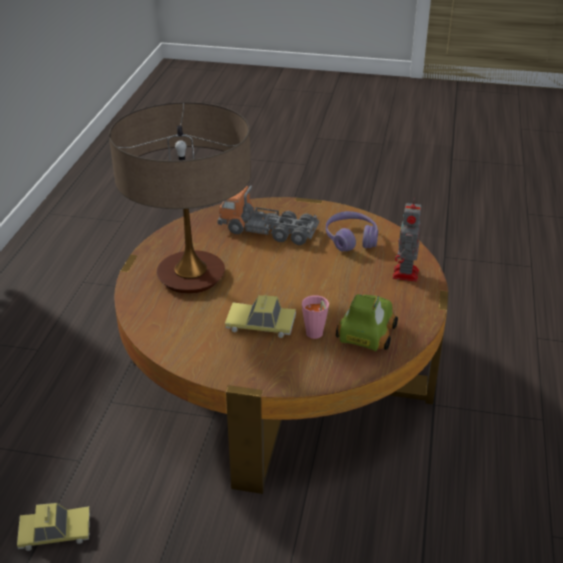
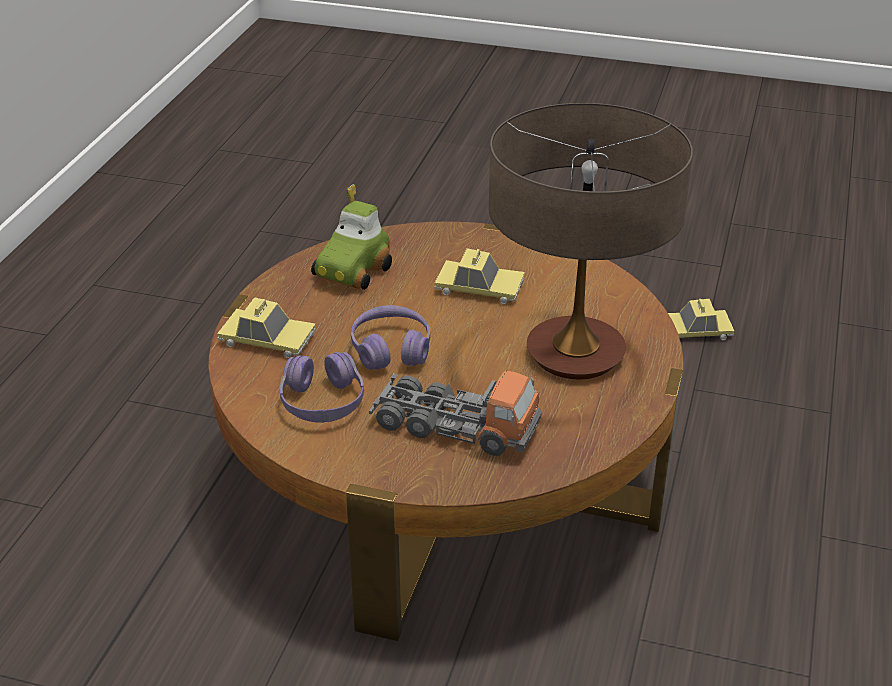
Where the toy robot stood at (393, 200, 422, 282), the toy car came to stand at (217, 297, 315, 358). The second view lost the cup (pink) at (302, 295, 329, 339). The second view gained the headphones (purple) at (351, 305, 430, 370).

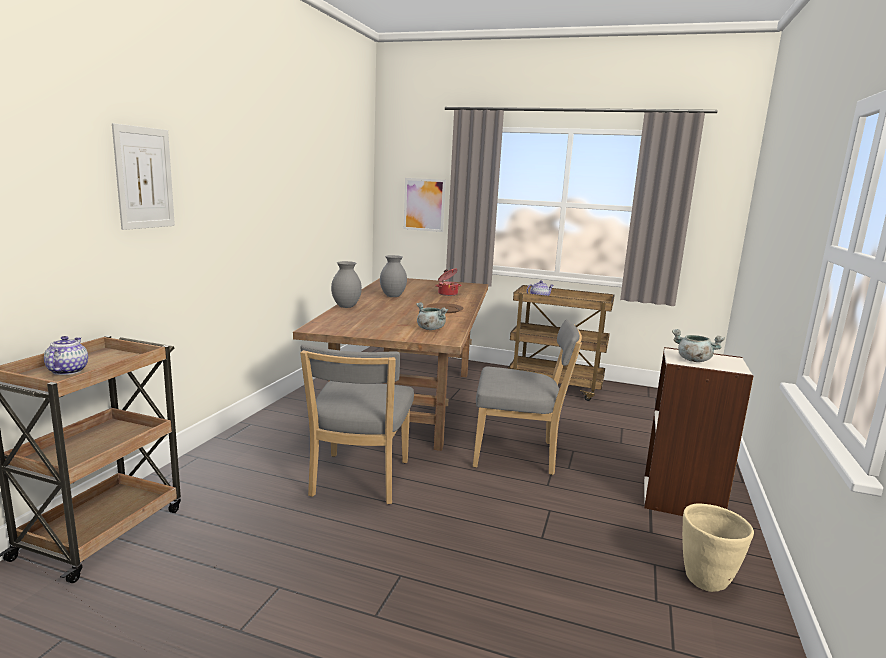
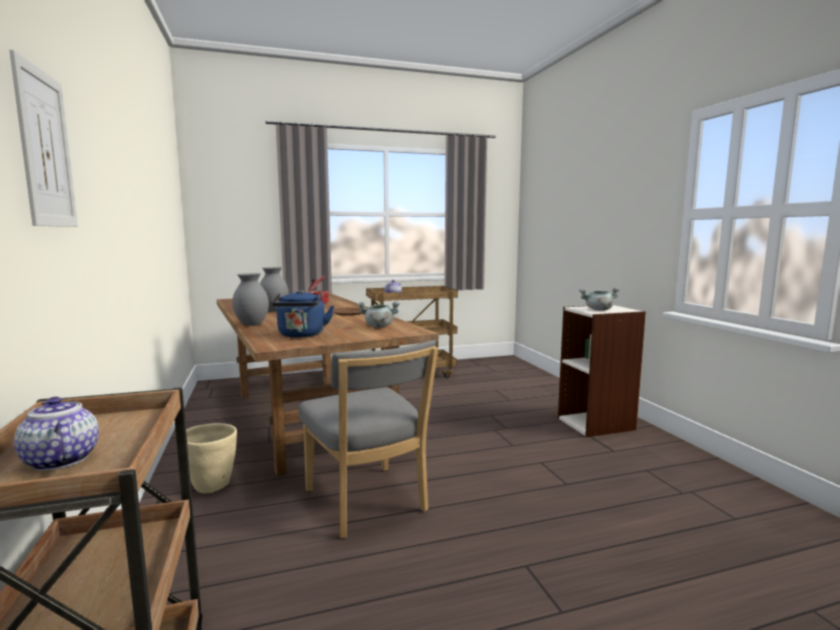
The second view lost the picture at (404, 178, 446, 232). The second view lost the chair (grey) at (473, 319, 582, 475). The planter (beige) ended up elsewhere, having gone from (682, 503, 754, 592) to (186, 423, 237, 493). The second view gained the kettle (blue) at (271, 290, 334, 337).

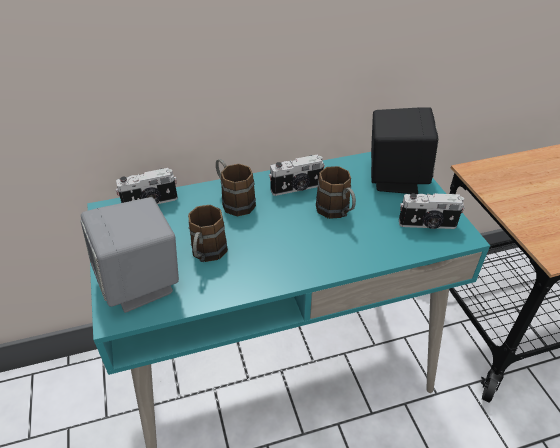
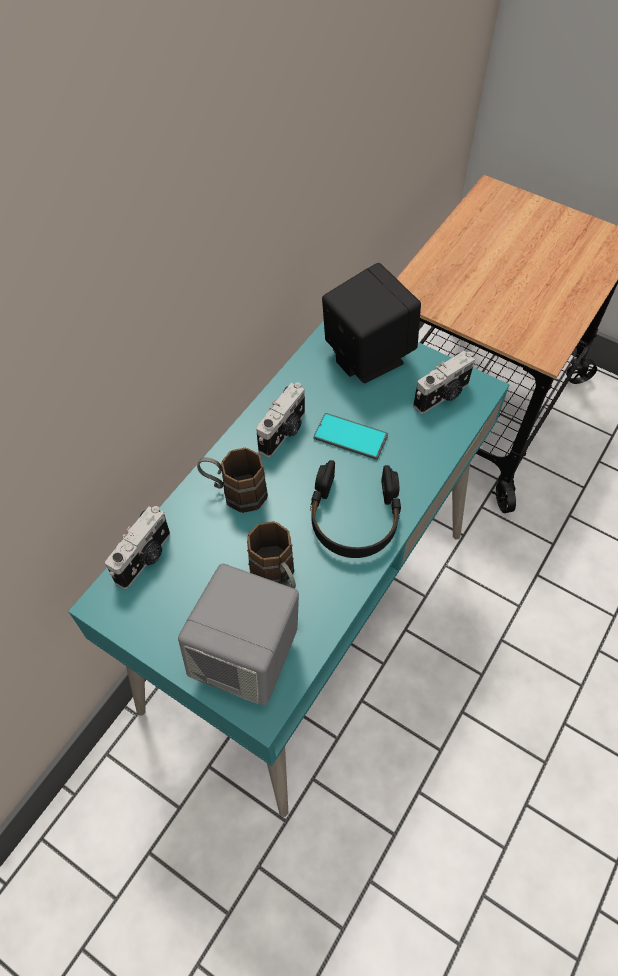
Where the mug (brown) stood at (316, 166, 356, 219), the phone came to stand at (314, 413, 388, 460). The second view gained the headphones (black) at (310, 460, 401, 558).

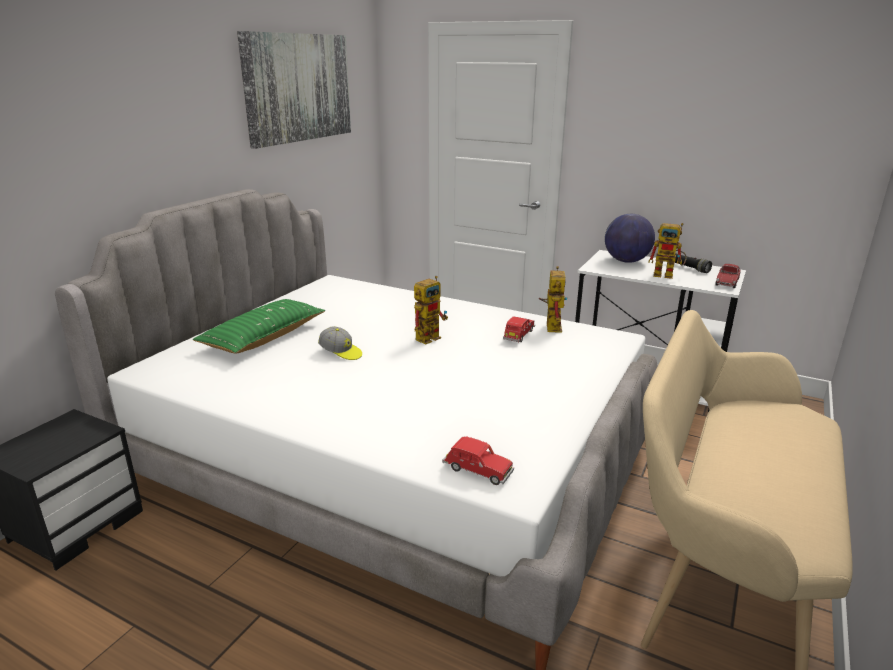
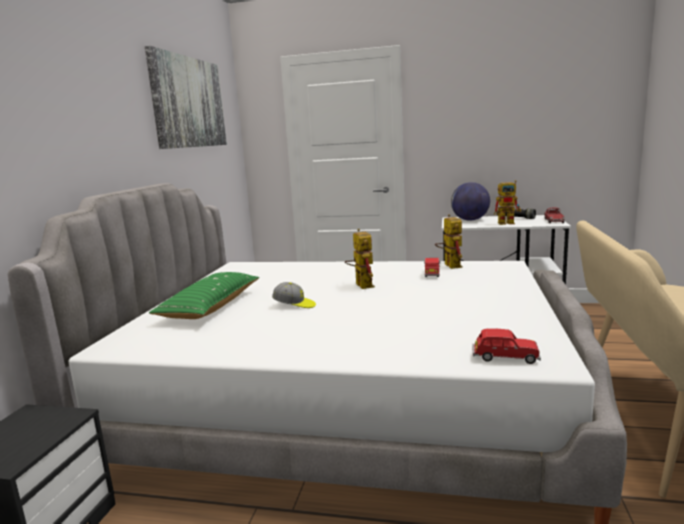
The toy robot at (414, 276, 448, 344) ended up facing another way, 45 degrees counterclockwise from before.

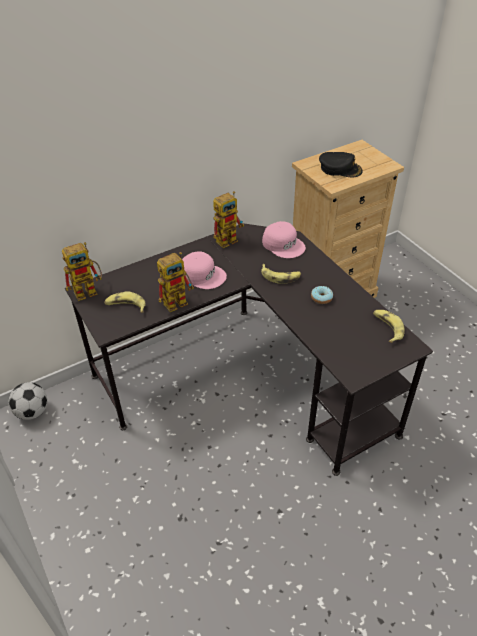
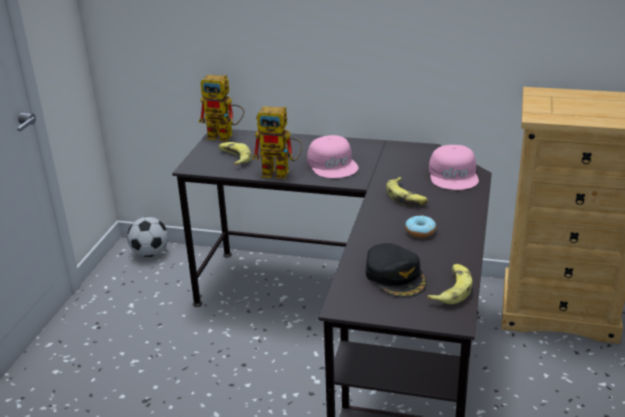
The cap (black) ended up elsewhere, having gone from (319, 152, 363, 177) to (366, 243, 427, 298). The second view lost the toy robot at (213, 191, 244, 248).

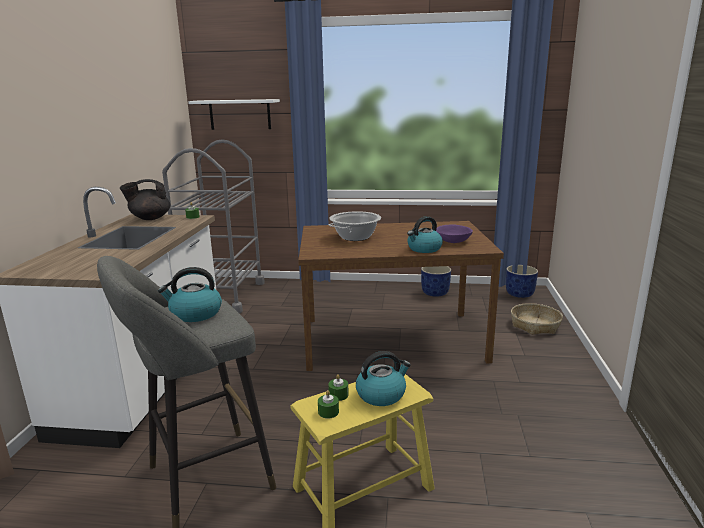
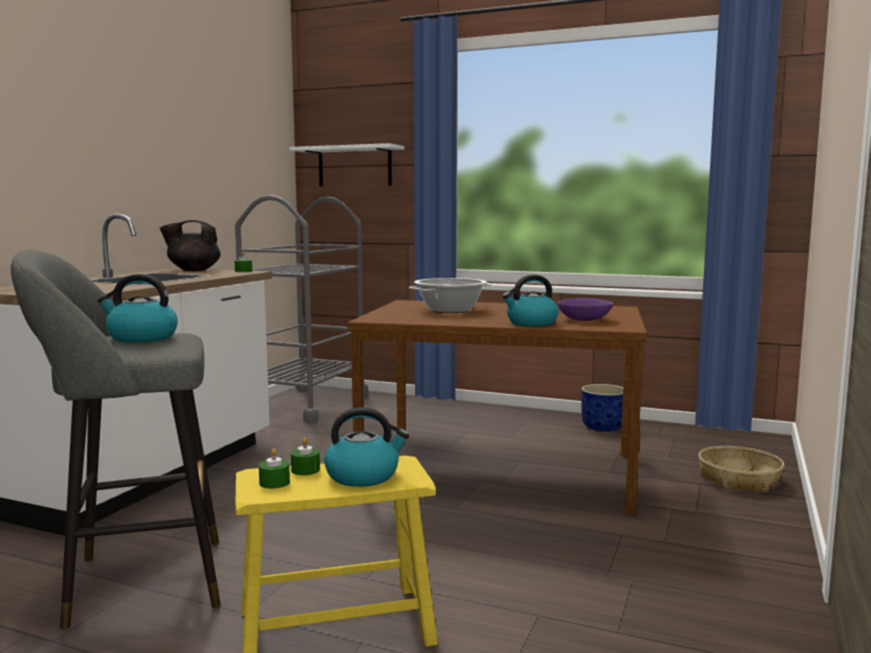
The second view lost the planter (blue) at (506, 265, 538, 298).

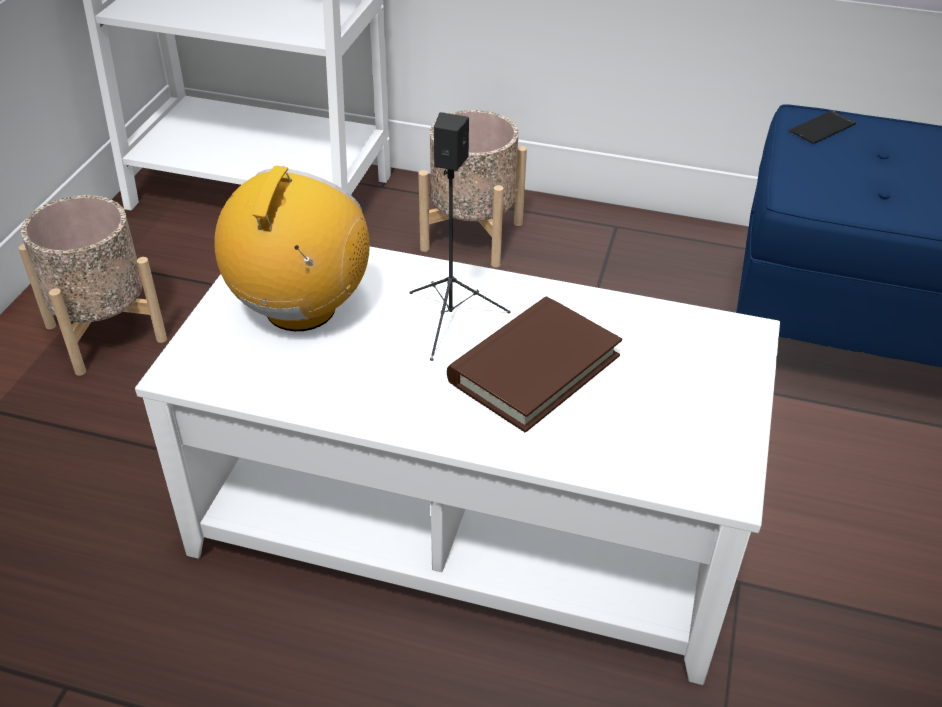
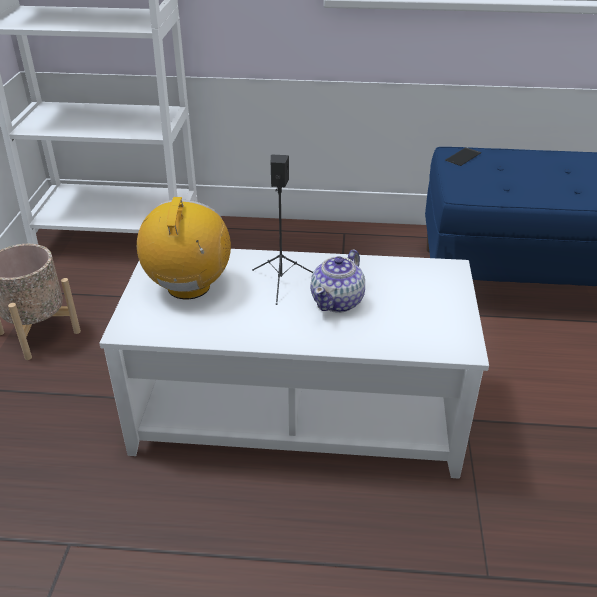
The second view lost the planter (beige) at (418, 110, 527, 267). Where the book (brown) stood at (447, 296, 622, 433), the teapot came to stand at (310, 249, 365, 313).

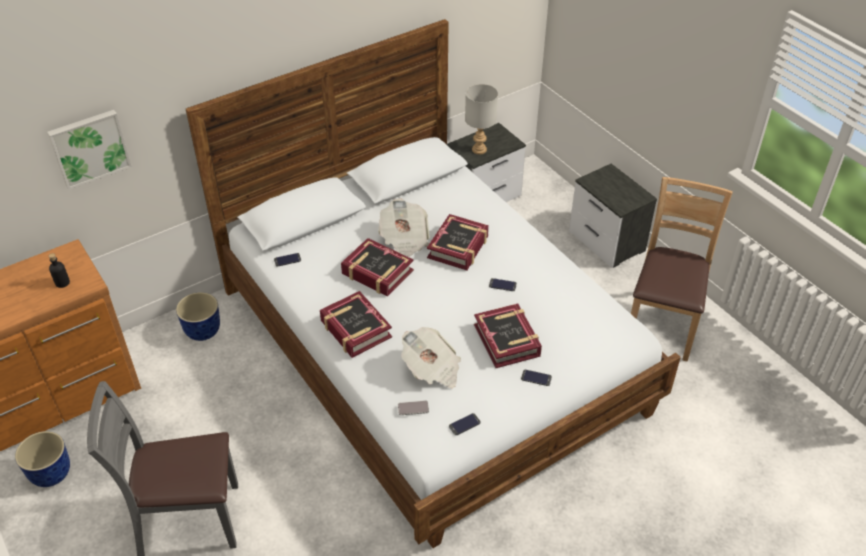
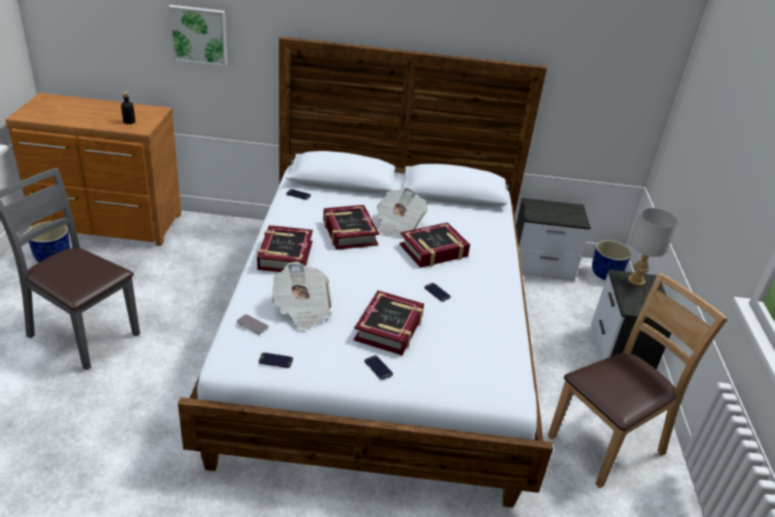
The table lamp (grey) ended up elsewhere, having gone from (465, 84, 498, 155) to (628, 208, 678, 286). The planter ended up elsewhere, having gone from (176, 292, 220, 341) to (592, 240, 632, 280).

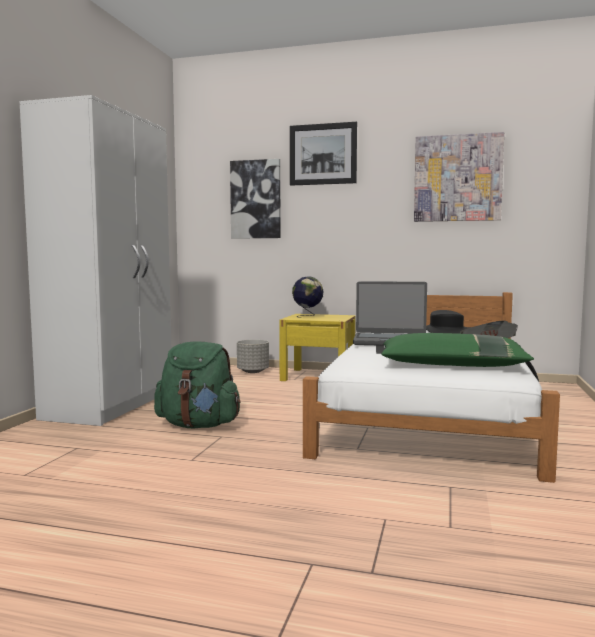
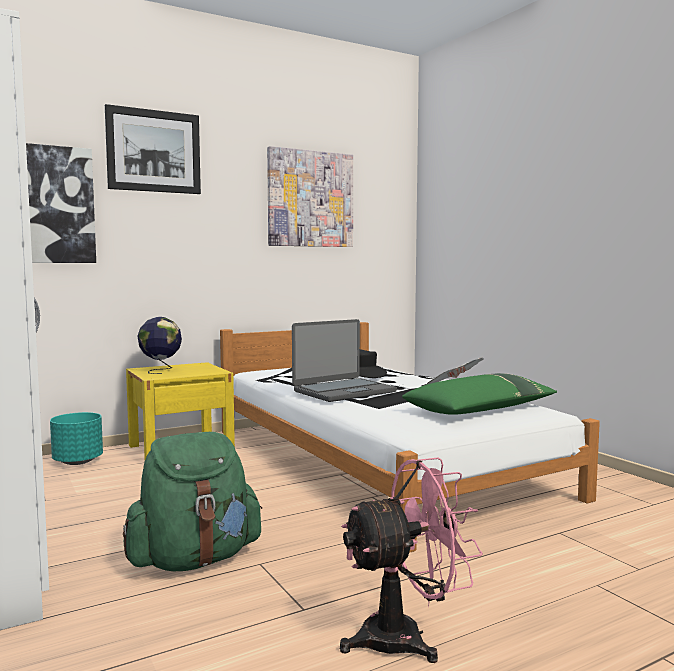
What was the planter (grey) at (237, 339, 269, 373) turned into the planter (turquoise) at (50, 412, 103, 465). The second view gained the fan (pink) at (340, 457, 483, 663).

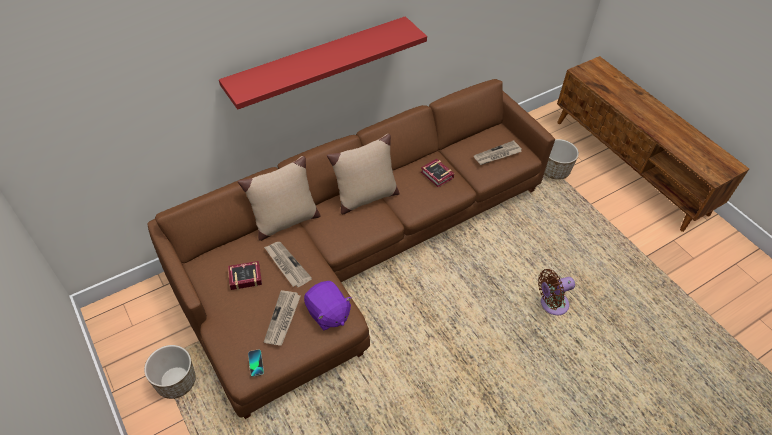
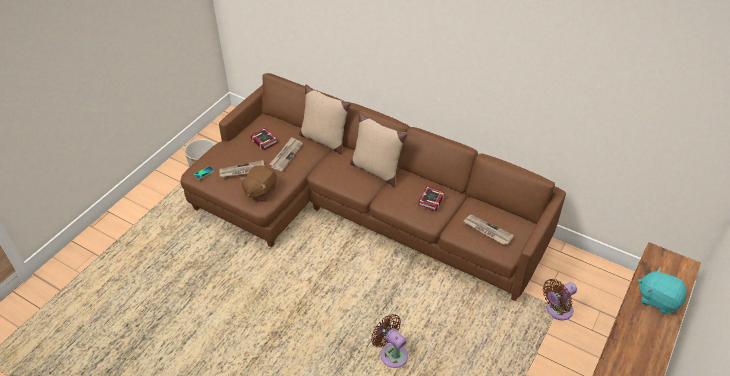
The second view lost the shelf (red) at (219, 16, 427, 110). Where the planter stood at (544, 139, 579, 180), the fan (brown) came to stand at (543, 279, 577, 320). What was the plush toy (purple) at (304, 281, 352, 331) turned into the plush toy (brown) at (240, 165, 277, 201). The second view gained the plush toy (turquoise) at (638, 267, 687, 314).

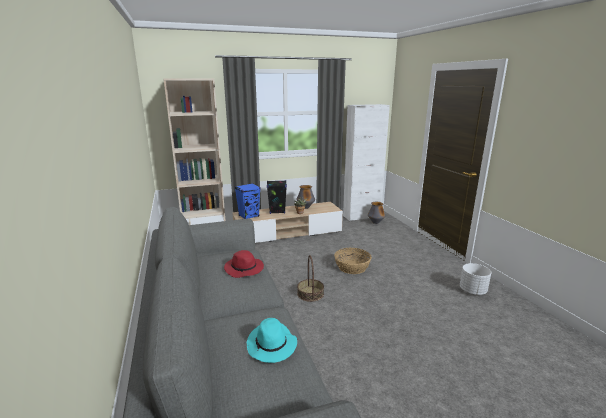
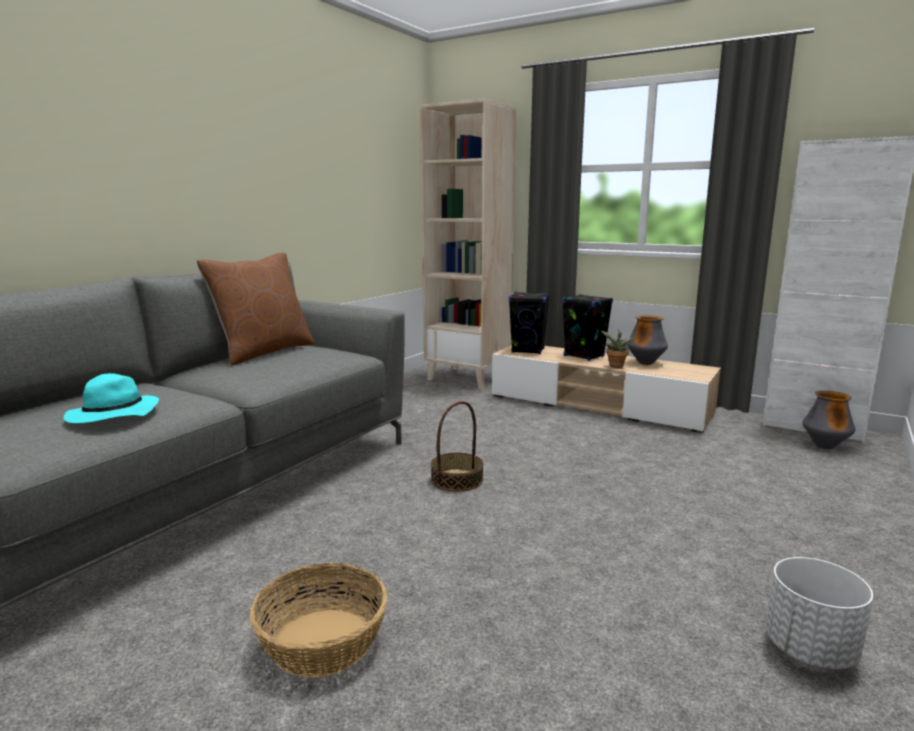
What was the speaker (blue) at (235, 183, 261, 219) turned into the speaker (black) at (509, 292, 550, 354). The basket ended up elsewhere, having gone from (334, 248, 372, 274) to (250, 563, 387, 678). The second view lost the hat (red) at (224, 250, 264, 278). The second view gained the pillow (brown) at (197, 253, 315, 366).

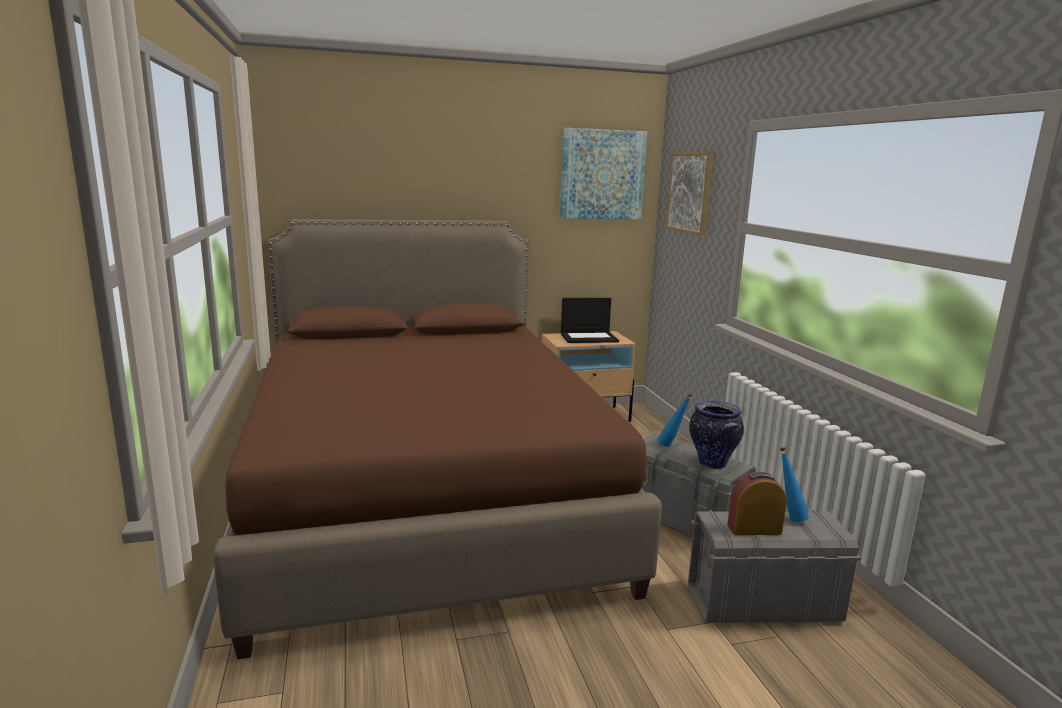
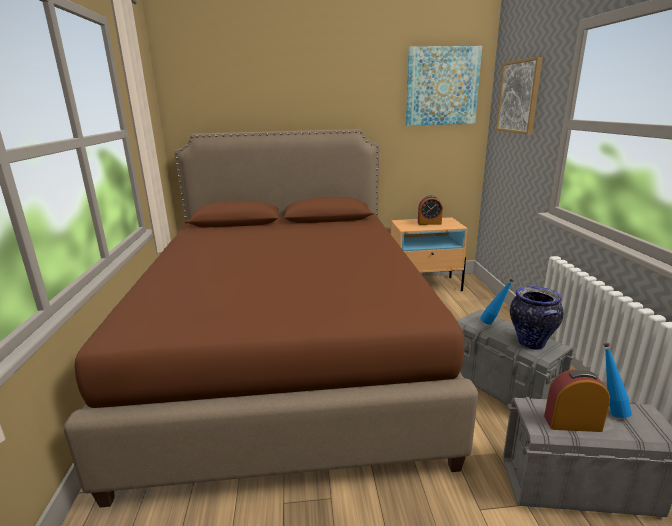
Where the laptop stood at (561, 298, 619, 343), the alarm clock came to stand at (418, 195, 443, 225).

